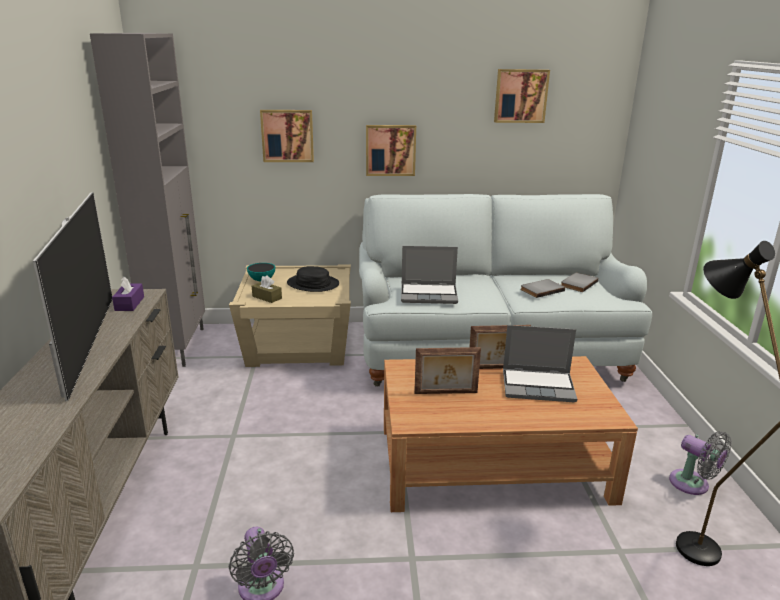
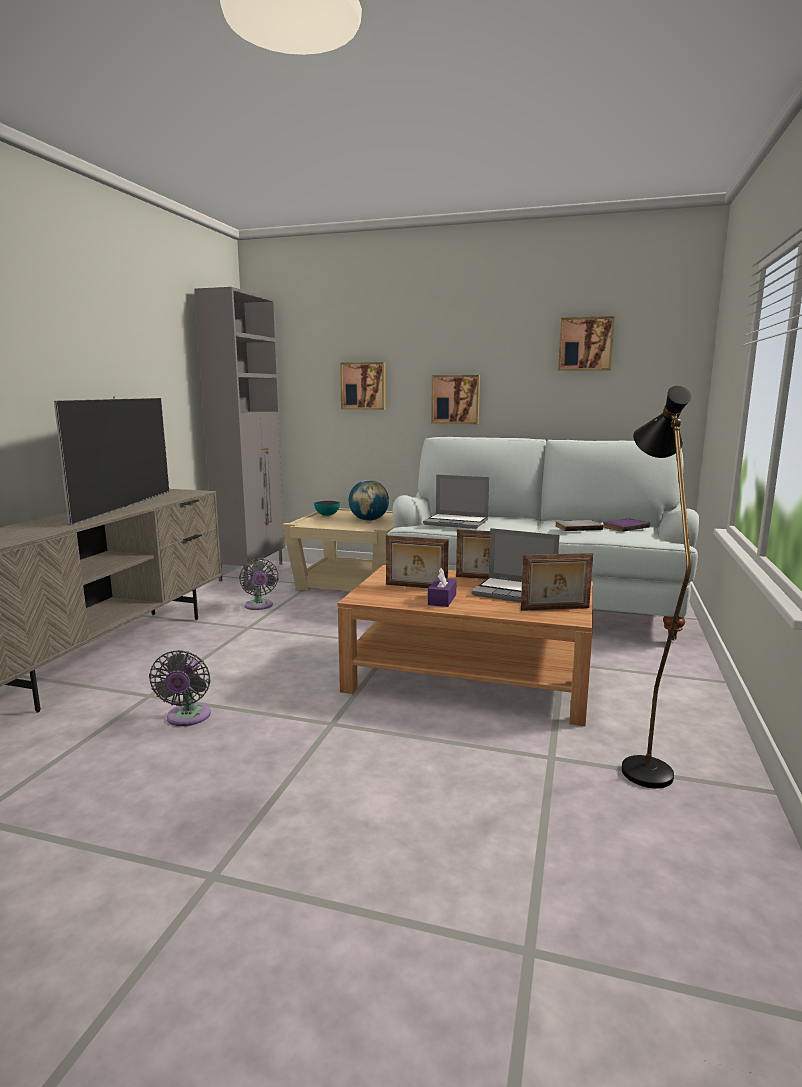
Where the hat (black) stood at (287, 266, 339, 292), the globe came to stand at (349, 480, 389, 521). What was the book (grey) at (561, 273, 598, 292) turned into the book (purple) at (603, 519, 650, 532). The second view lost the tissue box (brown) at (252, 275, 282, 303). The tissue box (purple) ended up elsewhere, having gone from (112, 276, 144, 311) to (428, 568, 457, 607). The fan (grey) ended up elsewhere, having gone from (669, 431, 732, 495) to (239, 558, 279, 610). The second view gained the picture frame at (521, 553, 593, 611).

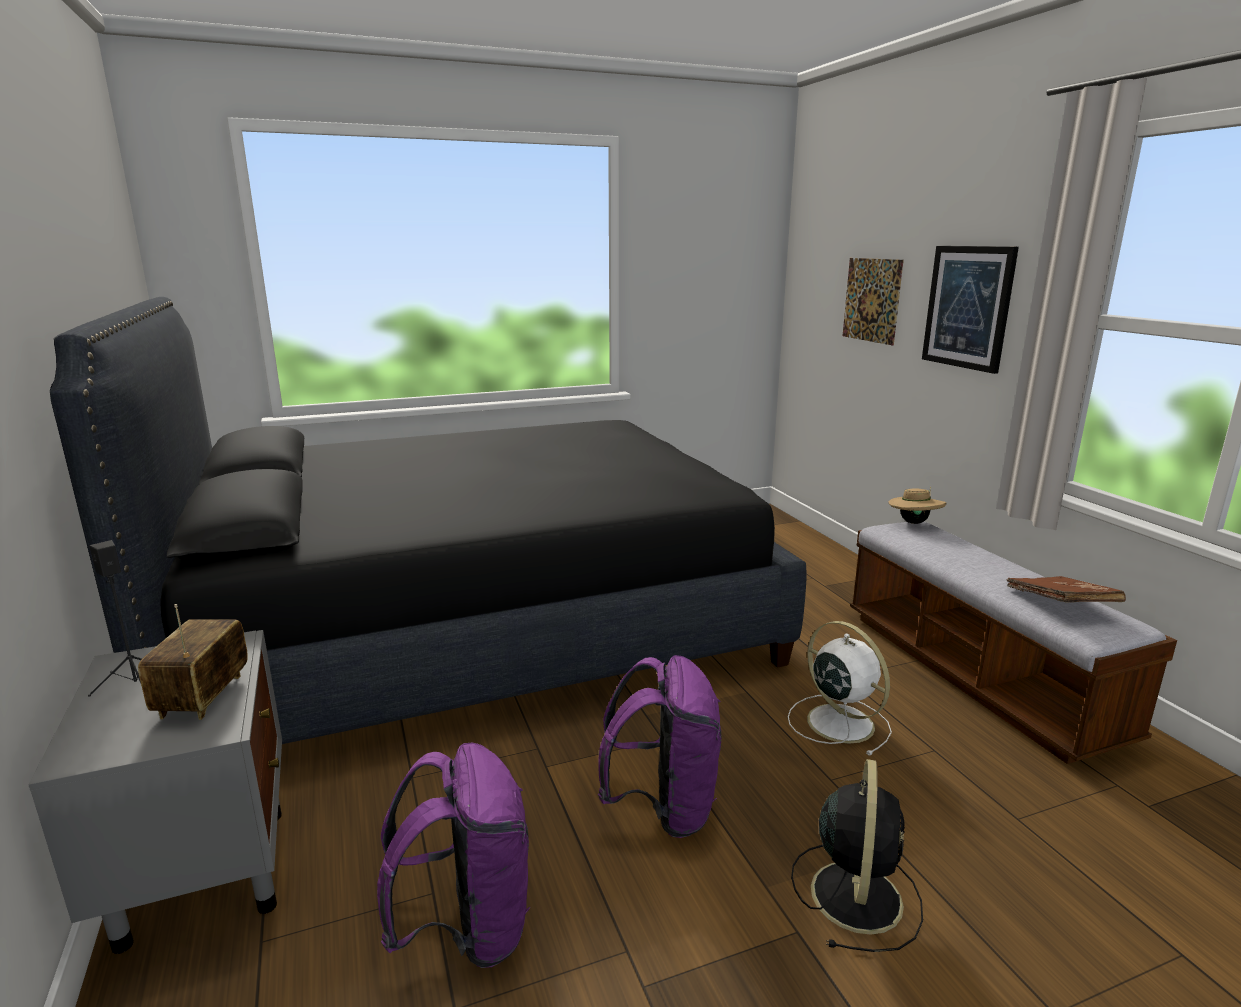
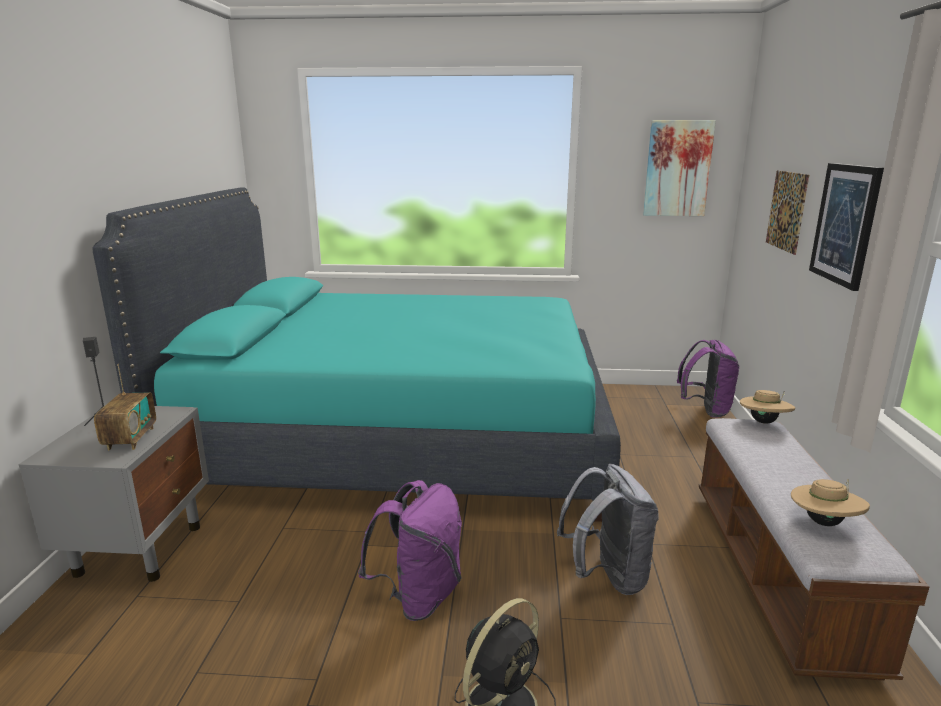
What was the bed (black) at (50, 297, 807, 744) turned into the bed (turquoise) at (93, 187, 621, 522). Where the book (brown) stood at (1007, 576, 1126, 603), the hat (beige) came to stand at (791, 479, 870, 526). The radio at (138, 604, 248, 720) ended up facing another way, 150 degrees clockwise from before. Where the fan (white) stood at (788, 621, 892, 756), the backpack (grey) came to stand at (557, 464, 659, 595). The backpack (purple) ended up elsewhere, having gone from (377, 743, 530, 968) to (677, 340, 739, 418). The second view gained the picture at (643, 120, 716, 216).

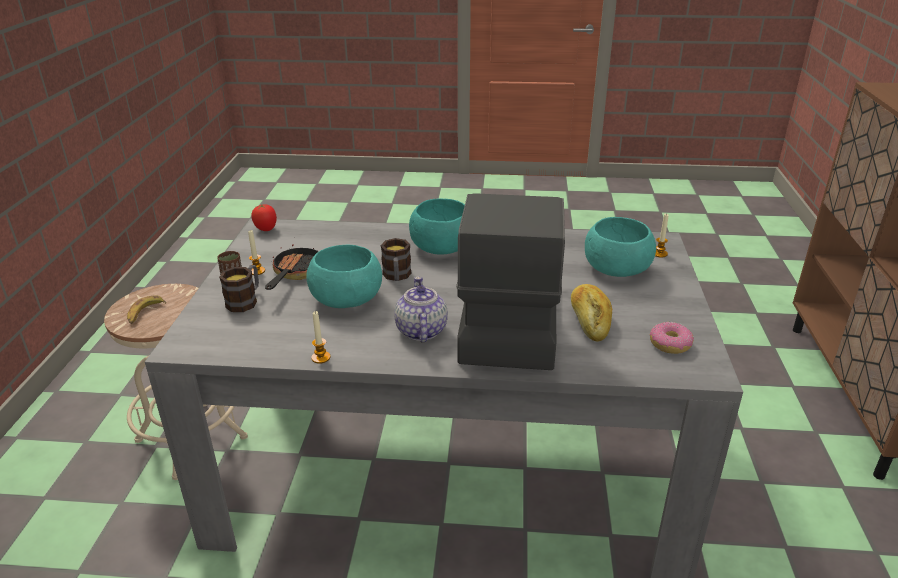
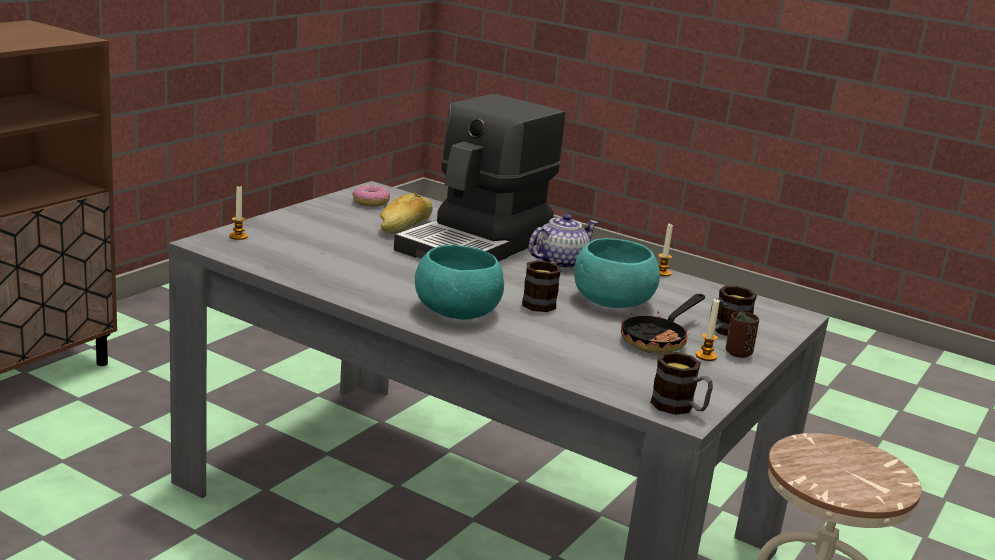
Where the tomato stood at (251, 204, 277, 231), the mug came to stand at (650, 352, 713, 415). The second view lost the bowl (turquoise) at (585, 217, 656, 277). The teapot at (394, 277, 448, 342) ended up facing another way, 150 degrees counterclockwise from before. The second view lost the banana at (127, 295, 166, 324).

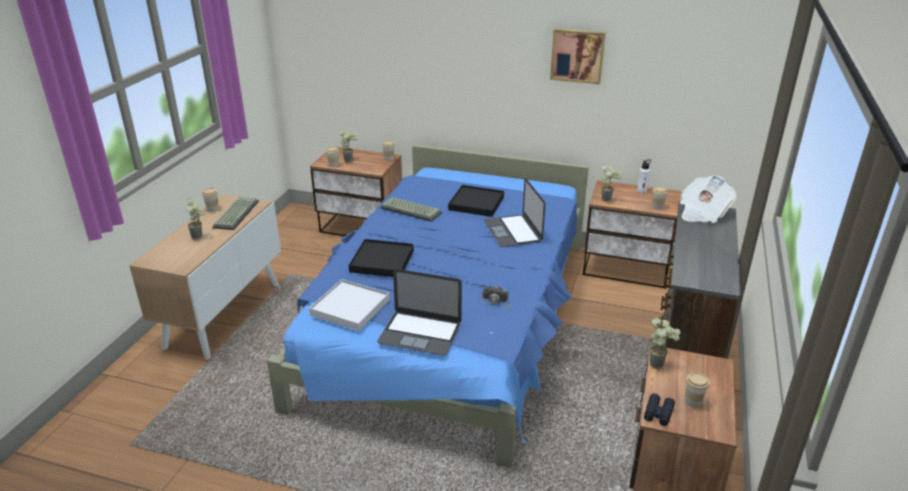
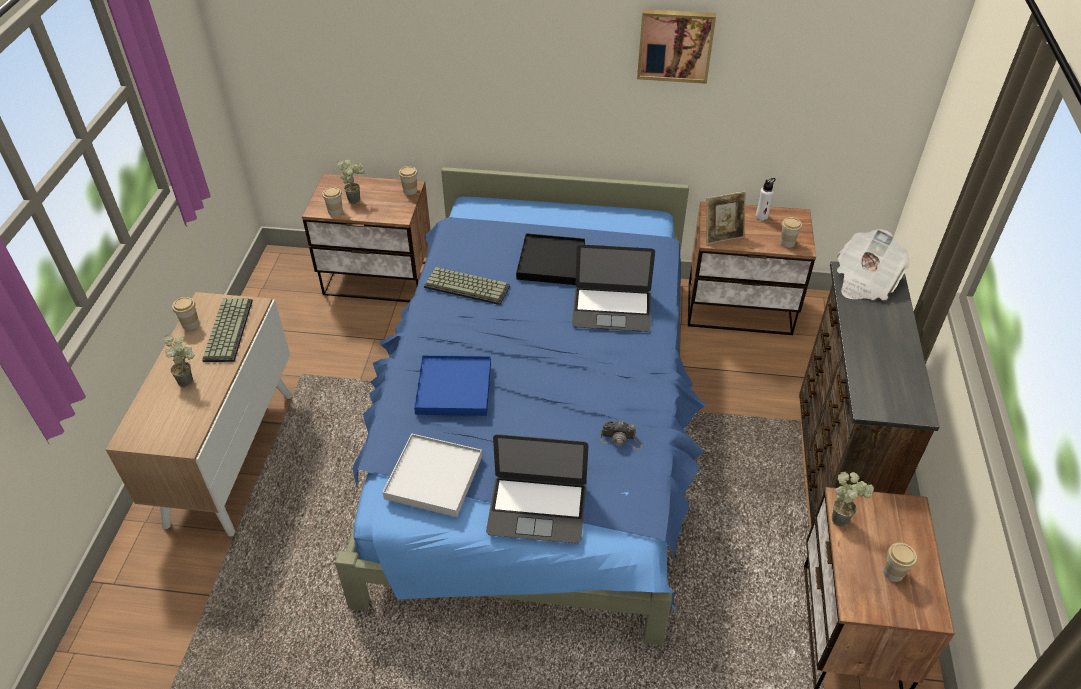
Where the potted plant stood at (601, 165, 622, 202), the picture frame came to stand at (706, 191, 746, 245). The laptop at (484, 178, 546, 247) ended up facing another way, 60 degrees counterclockwise from before. What was the tray (black) at (349, 239, 414, 277) turned into the tray (blue) at (414, 355, 491, 416). The second view lost the binoculars (black) at (644, 393, 675, 426).

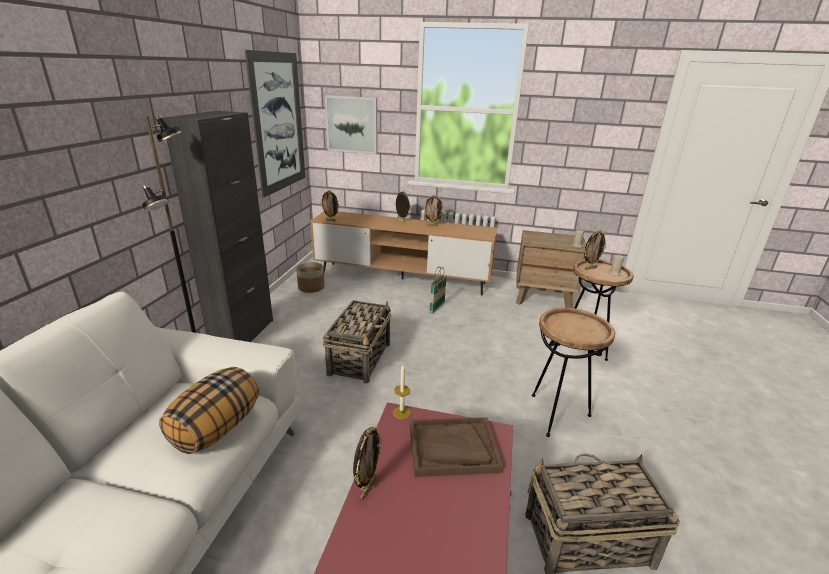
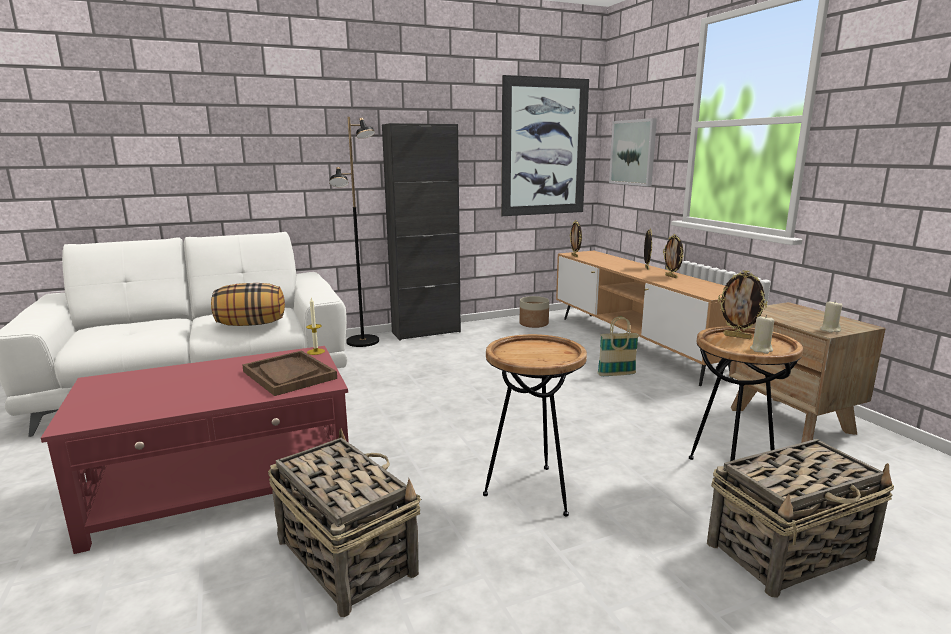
The basket ended up elsewhere, having gone from (323, 300, 391, 383) to (707, 439, 894, 598). The second view lost the picture frame at (353, 426, 382, 500).

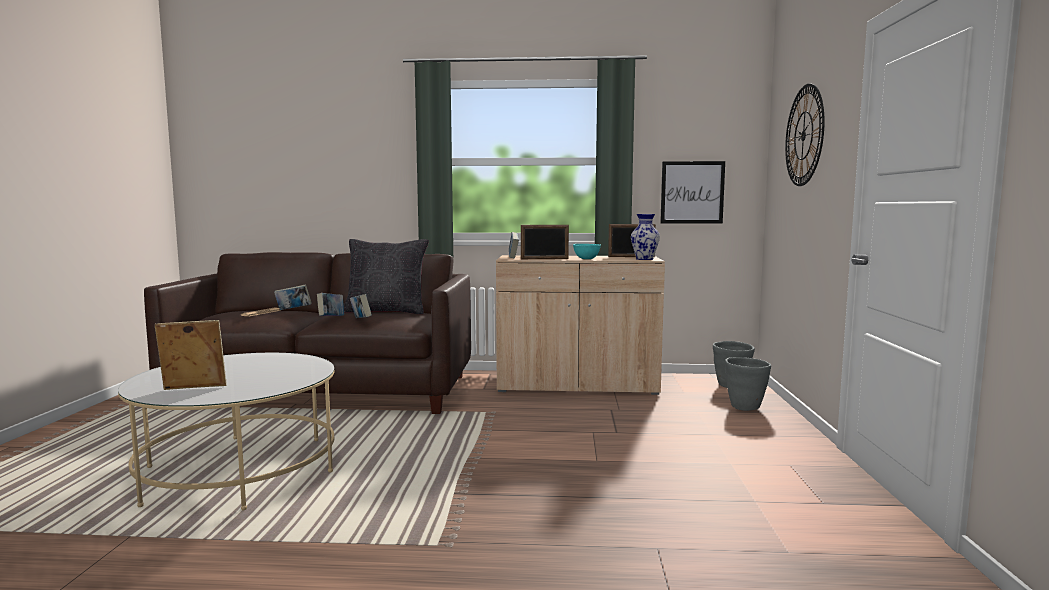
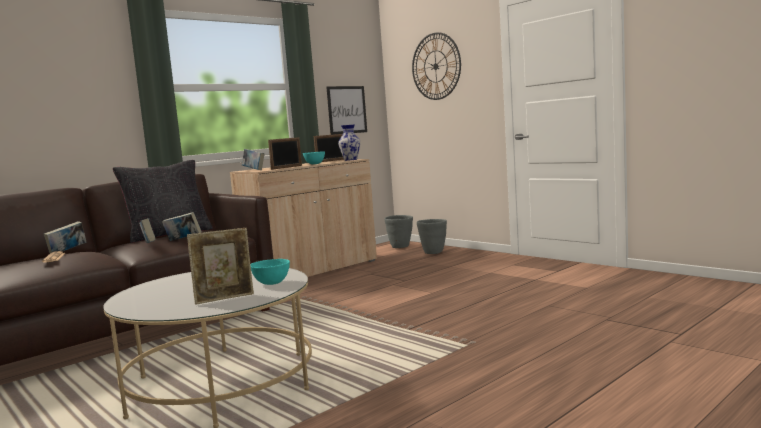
The picture frame at (155, 320, 227, 390) ended up facing another way, 150 degrees counterclockwise from before. The second view gained the bowl (turquoise) at (250, 259, 290, 285).

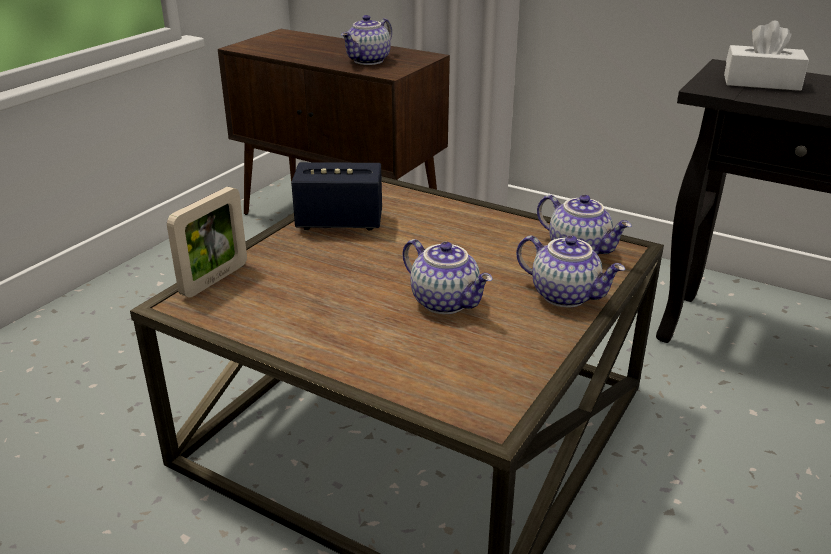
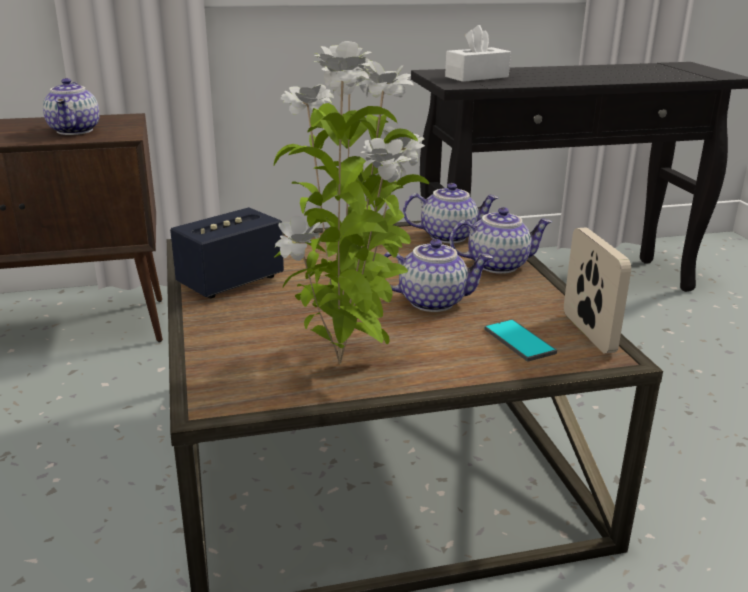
The picture frame ended up elsewhere, having gone from (167, 187, 247, 298) to (564, 228, 631, 354). The second view gained the potted plant at (274, 41, 429, 364). The second view gained the phone at (484, 319, 557, 361).

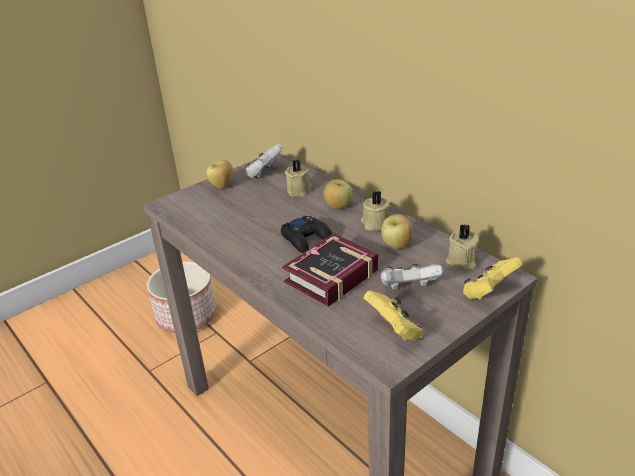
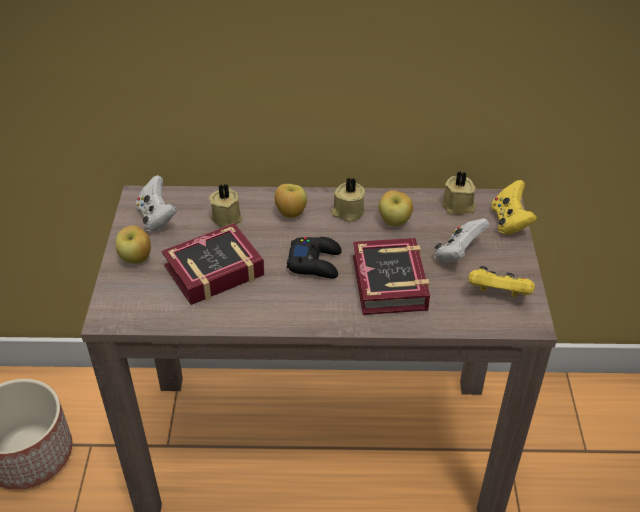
The second view gained the book at (162, 223, 265, 305).

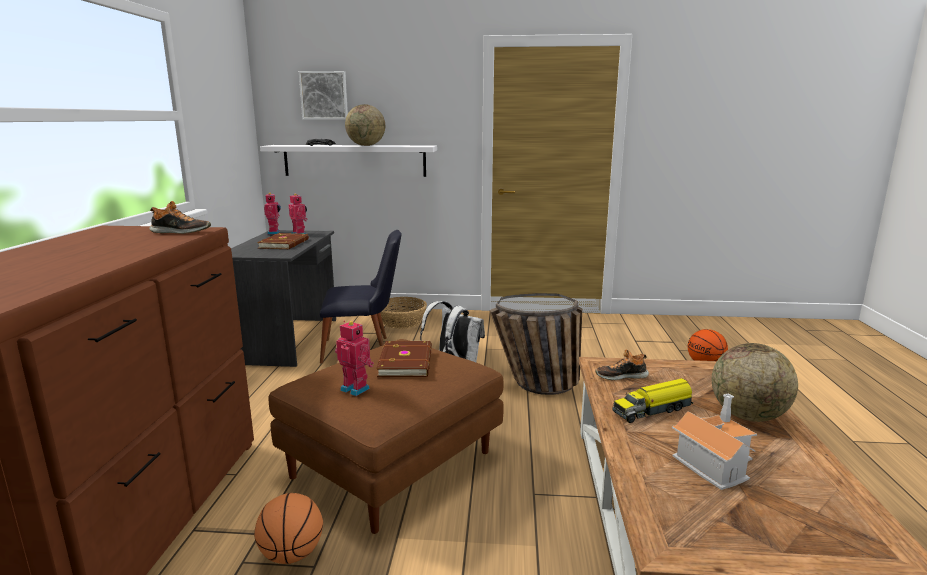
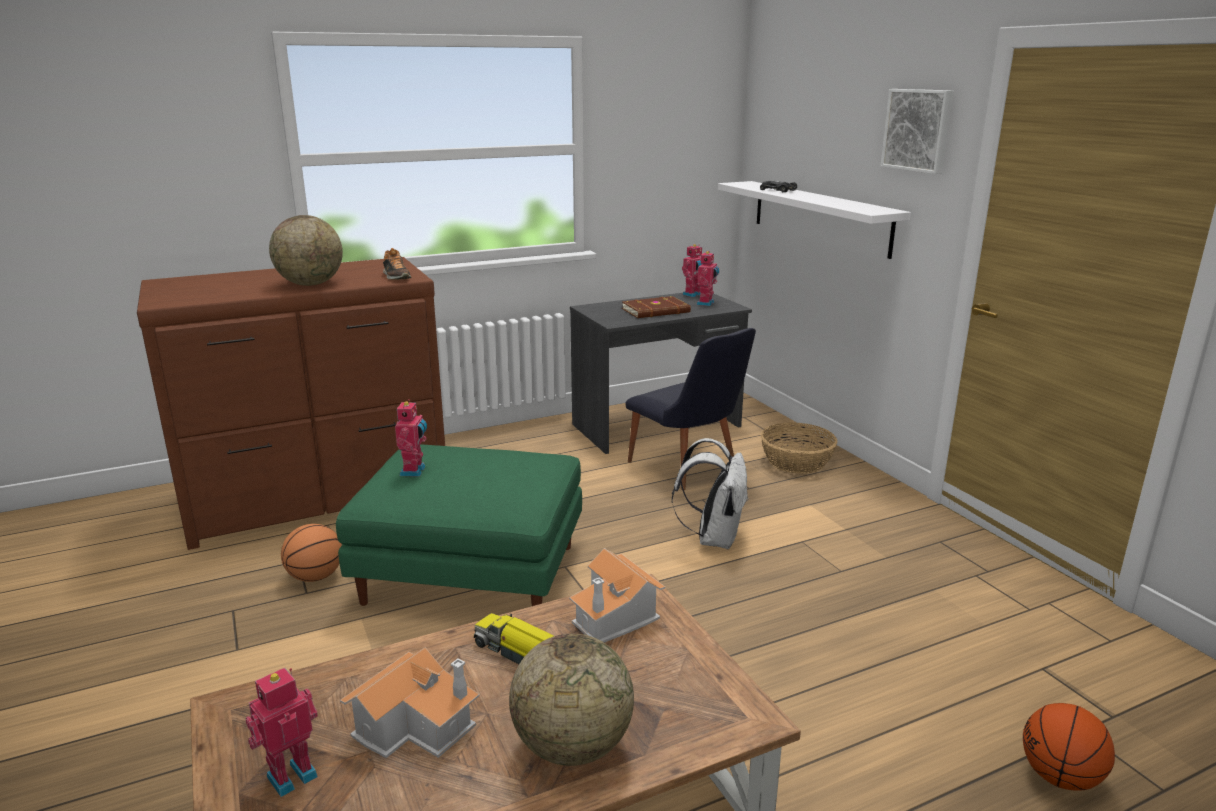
The picture ended up elsewhere, having gone from (299, 71, 348, 120) to (881, 89, 954, 174). The globe ended up elsewhere, having gone from (345, 104, 385, 146) to (269, 215, 343, 286). The second view lost the basket at (489, 293, 582, 395). What was the ottoman (brown) at (269, 339, 503, 534) turned into the ottoman (green) at (336, 444, 582, 606). The second view lost the book (brown) at (376, 341, 432, 377). Where the shoe stood at (595, 350, 649, 380), the toy house came to stand at (569, 548, 665, 643). The second view gained the toy robot at (246, 668, 318, 797).

